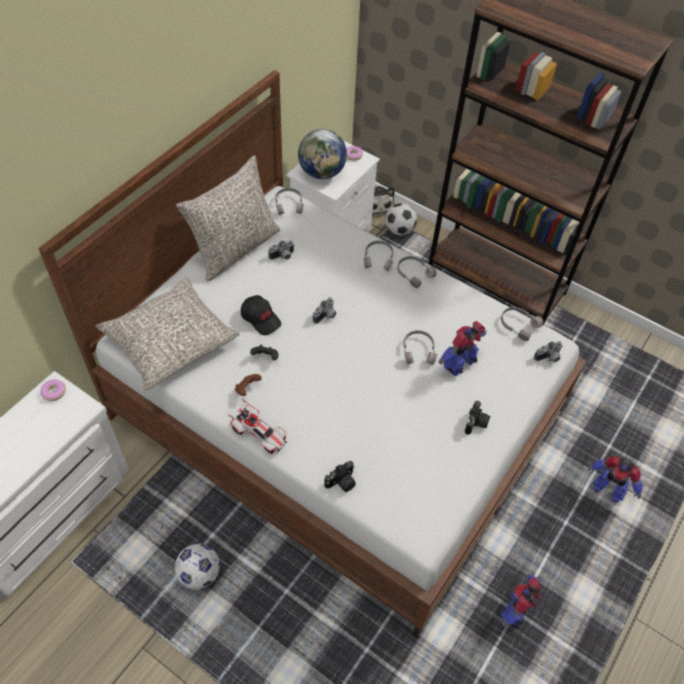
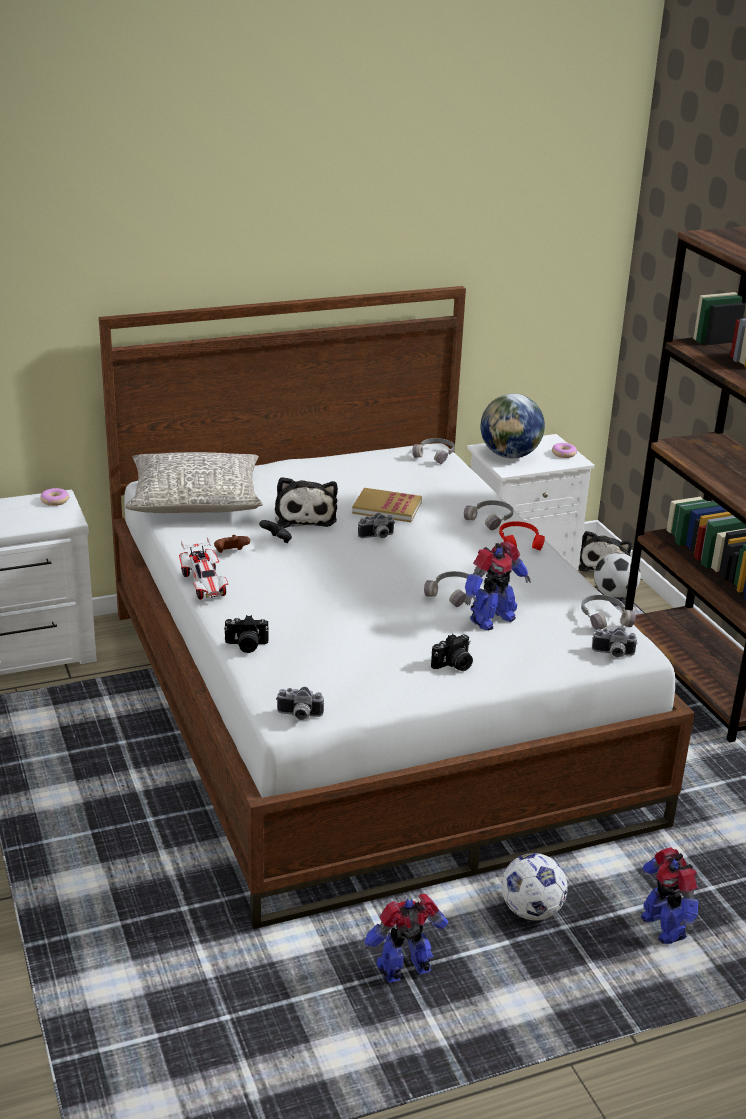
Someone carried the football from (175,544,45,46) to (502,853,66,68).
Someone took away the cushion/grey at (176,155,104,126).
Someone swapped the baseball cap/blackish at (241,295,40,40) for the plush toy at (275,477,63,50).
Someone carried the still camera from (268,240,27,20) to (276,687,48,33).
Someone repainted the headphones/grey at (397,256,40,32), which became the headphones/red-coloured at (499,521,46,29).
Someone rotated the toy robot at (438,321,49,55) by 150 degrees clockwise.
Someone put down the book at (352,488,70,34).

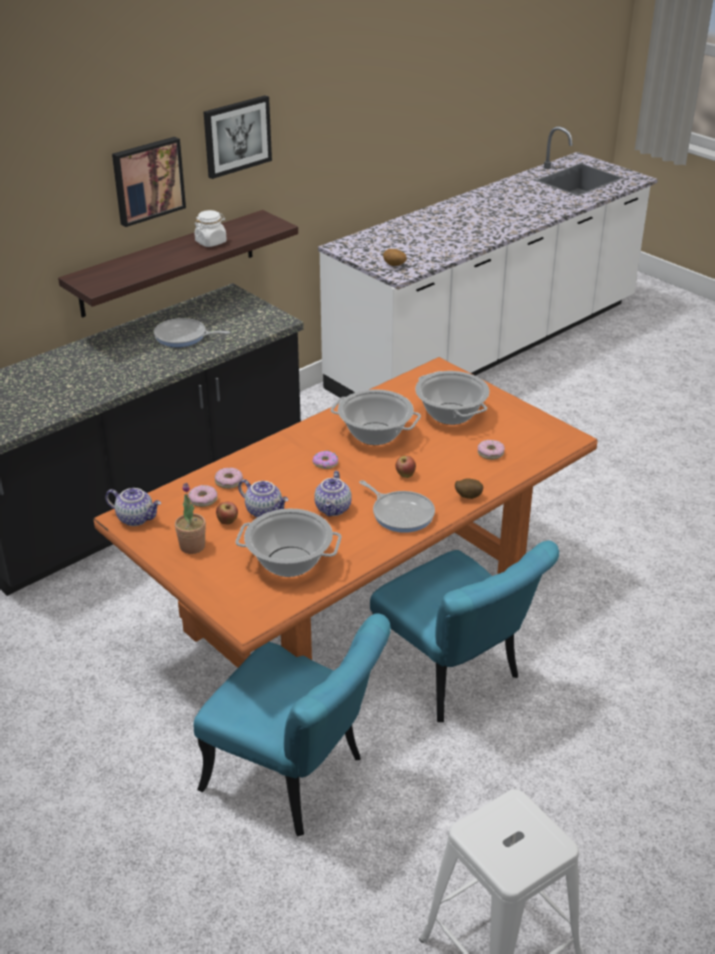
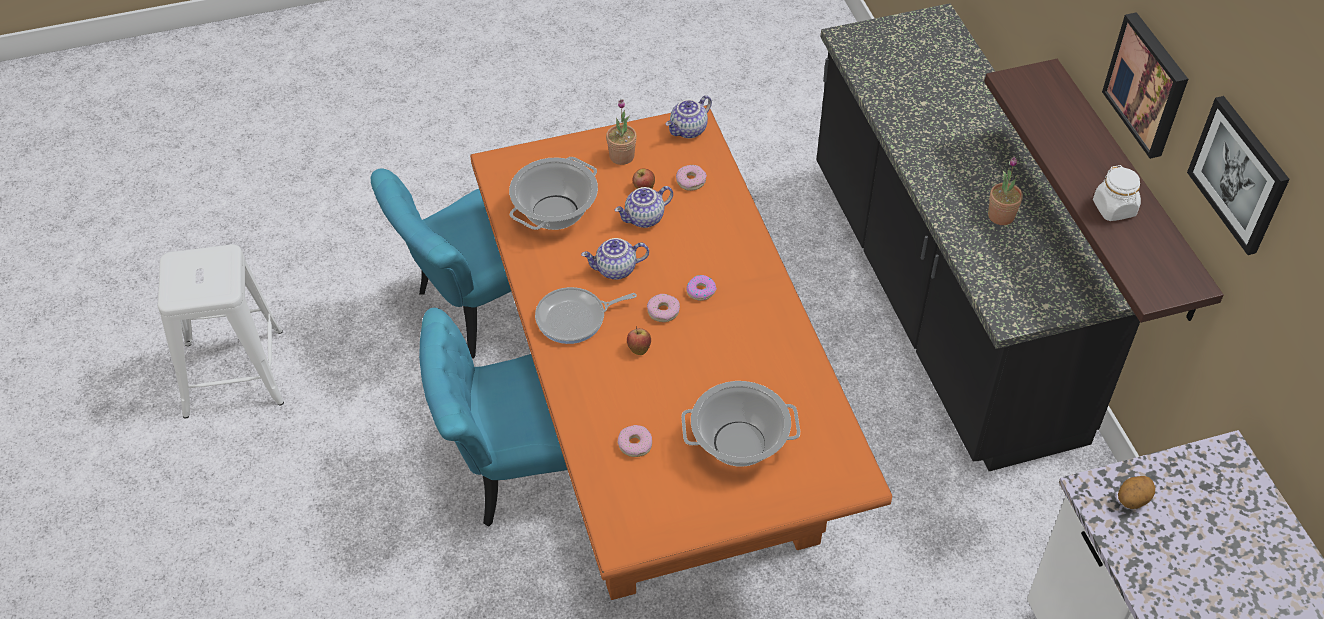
Someone swapped the frying pan at (154,318,76,29) for the plant in a pot at (988,157,35,68).
Someone carried the ring doughnut from (214,467,29,22) to (647,294,33,28).
Someone rotated the teapot at (314,471,38,46) by 45 degrees counterclockwise.
Someone took away the cooking pot at (331,389,90,56).
Someone took away the spud at (455,479,28,20).

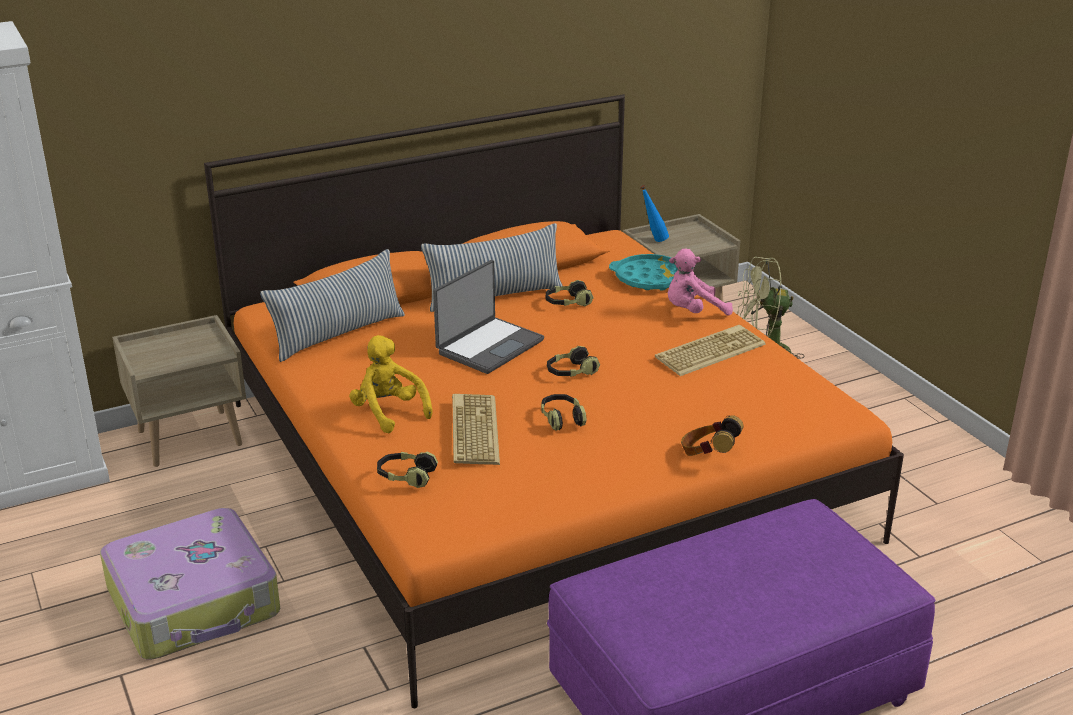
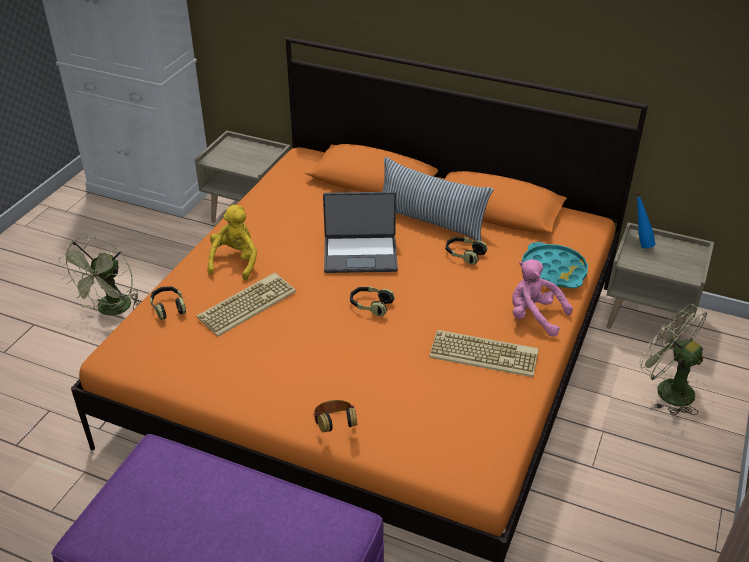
Someone swapped the travel case at (100,508,180,152) for the electric fan/greenish at (59,236,83,79).
Someone took away the cushion at (260,249,145,113).
Someone took away the headphones at (541,394,46,36).

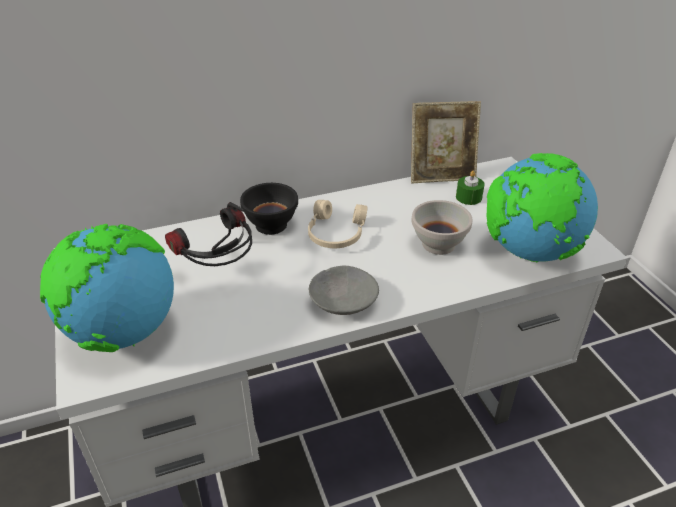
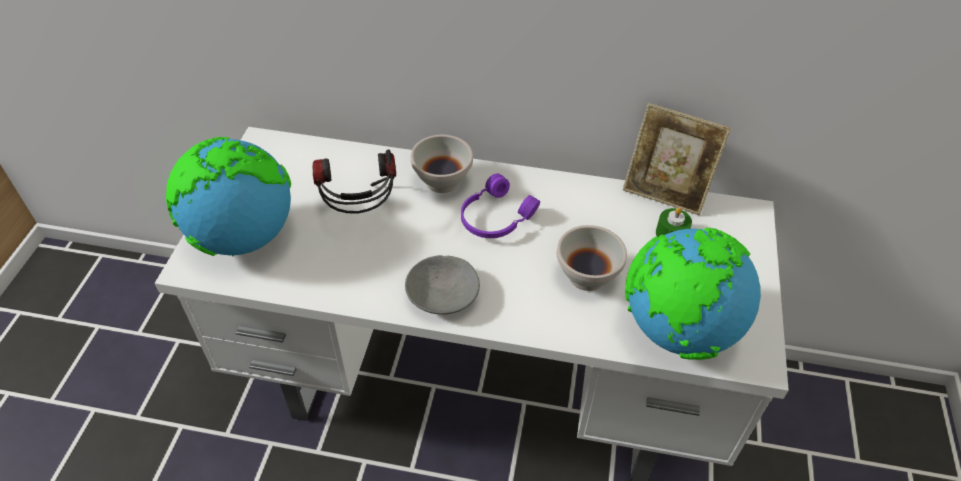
Someone repainted the deep dish/blackish at (240,183,58,52), which became the deep dish/whitish at (411,135,62,58).
Someone repainted the headphones/beige at (308,200,59,48), which became the headphones/purplish at (461,174,79,64).

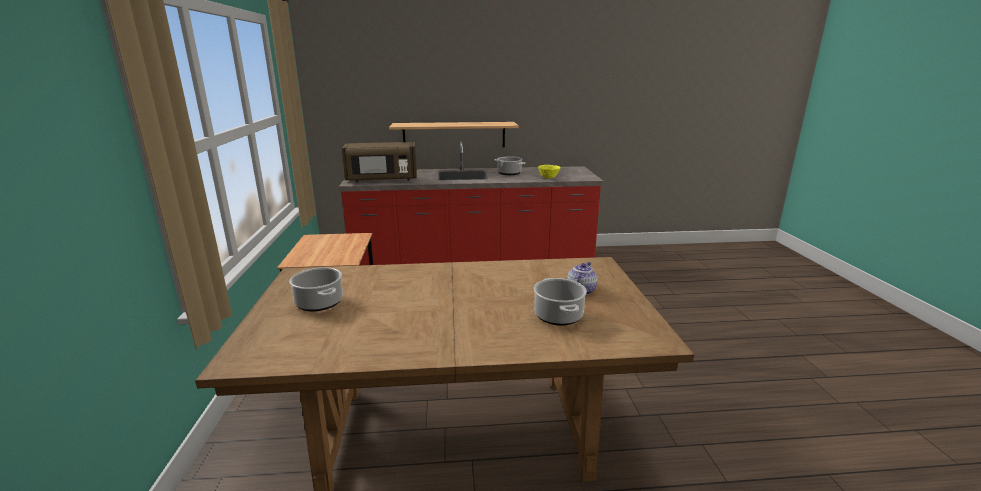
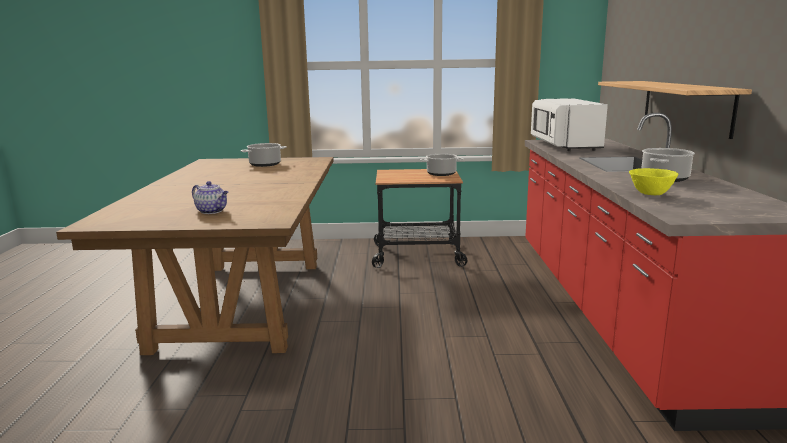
Someone repainted the kitchen microwave/brown-coloured at (342,142,75,40), which became the kitchen microwave/whitish at (531,98,77,53).
Someone carried the cooking pot from (534,278,53,48) to (420,154,44,22).

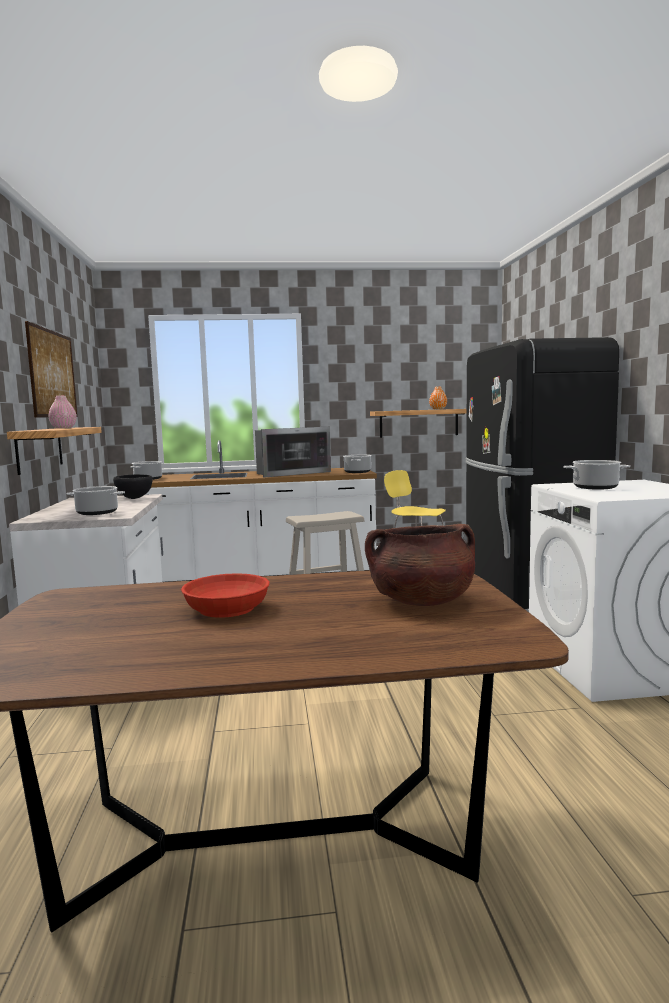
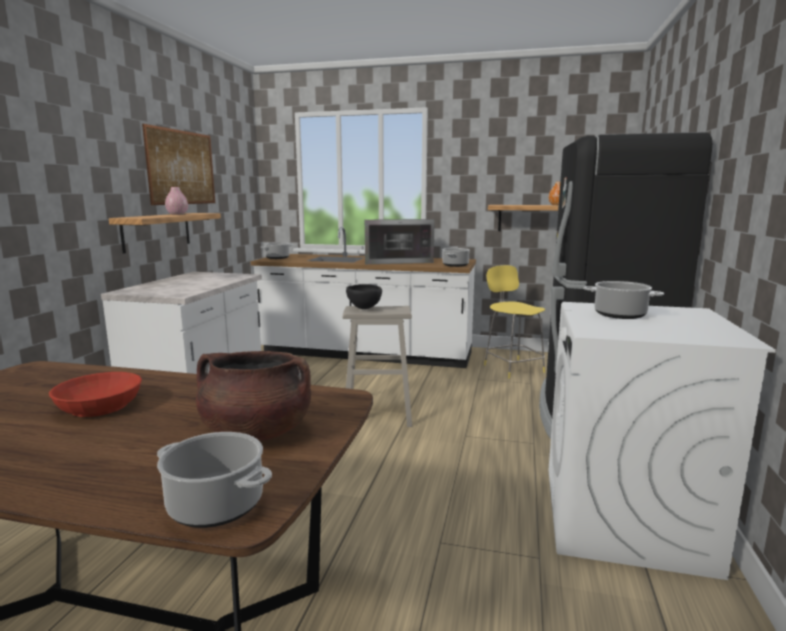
Someone carried the cooking pot from (66,486,59,29) to (157,432,115,96).
Someone carried the deep dish/blackish from (113,474,40,25) to (346,284,36,25).

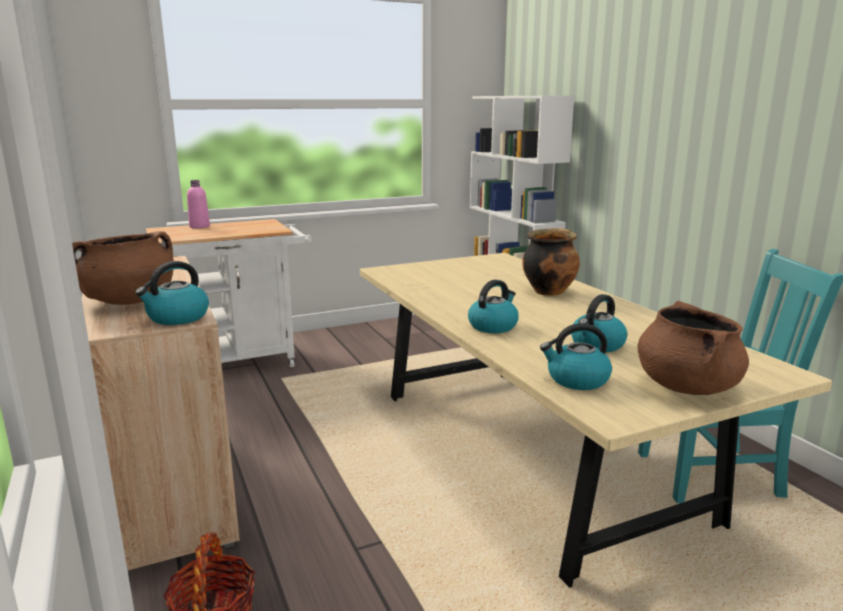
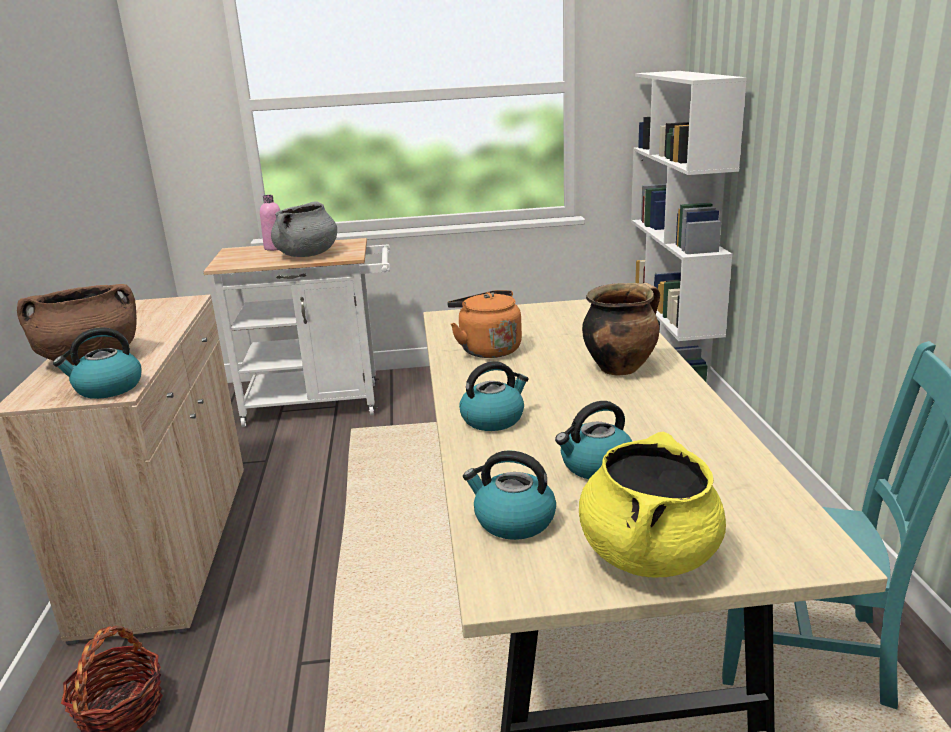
Someone repainted the cooking pot/brown-coloured at (638,301,111,94), which became the cooking pot/yellow-coloured at (579,432,147,145).
Someone put down the cooking pot/grey at (271,201,66,56).
Someone put down the tea kettle/orangey at (447,290,75,68).

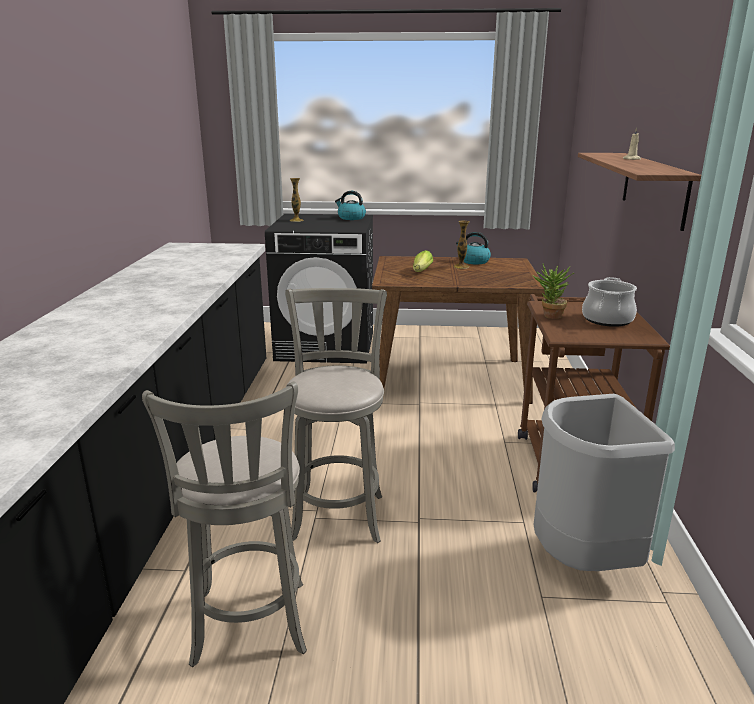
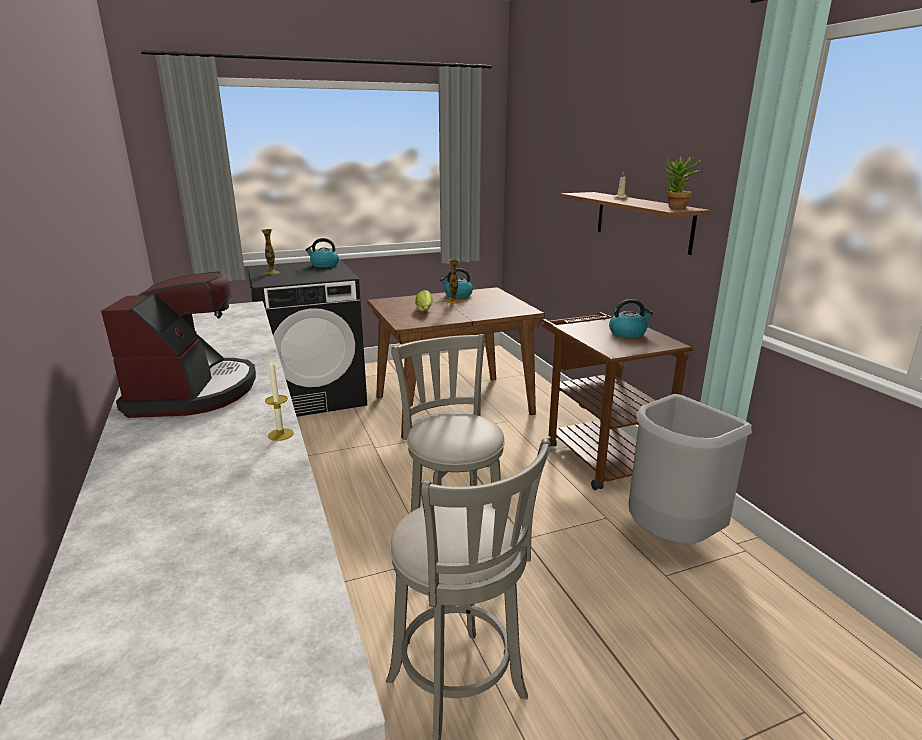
Someone carried the plant in a pot from (533,264,41,55) to (663,156,40,53).
Someone swapped the cooking pot at (582,277,55,50) for the tea kettle at (609,299,44,39).
Someone put down the coffee brewer at (101,272,155,146).
Someone put down the candle at (265,359,29,82).

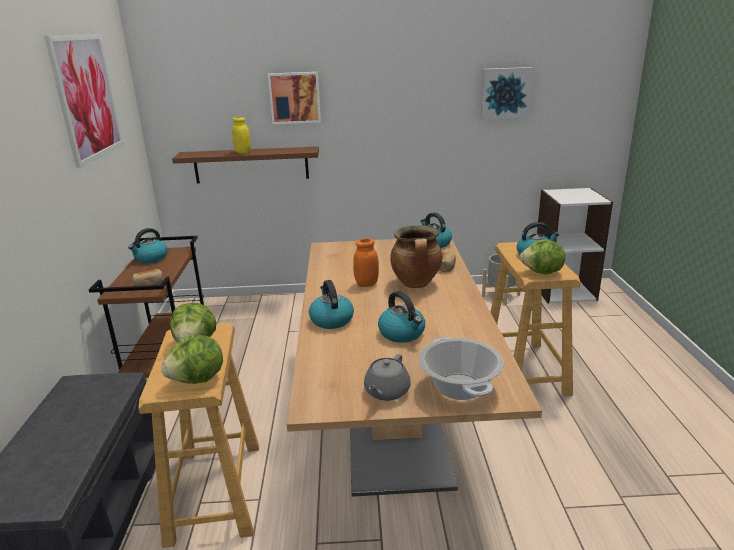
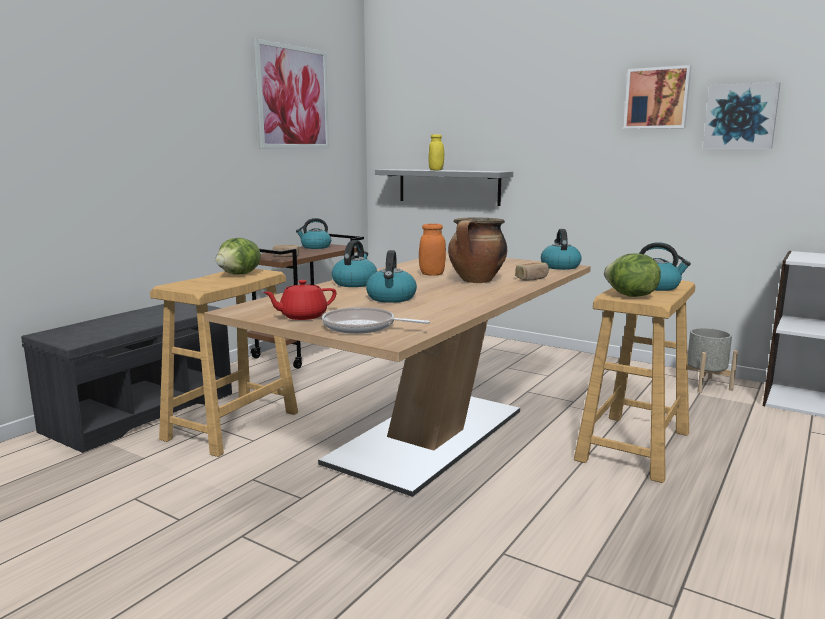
Someone took away the lettuce head at (161,335,62,49).
Someone repainted the shelf/brown-coloured at (172,146,147,37), which became the shelf/grey at (375,169,138,37).
Someone carried the picture from (268,72,53,52) to (624,65,68,64).
Someone repainted the teapot/grey at (364,354,47,47), which became the teapot/red-coloured at (263,280,74,40).
Someone swapped the cooking pot at (419,337,85,63) for the frying pan at (322,307,108,27).

